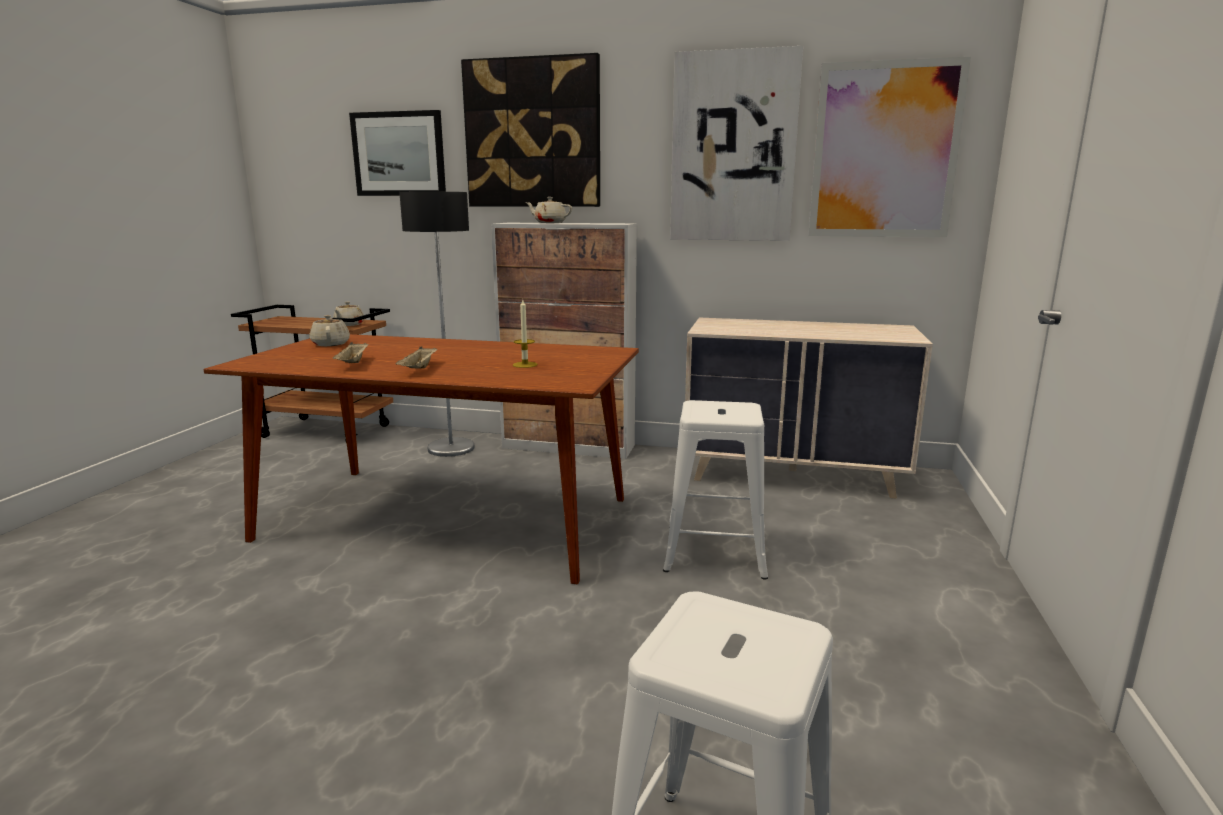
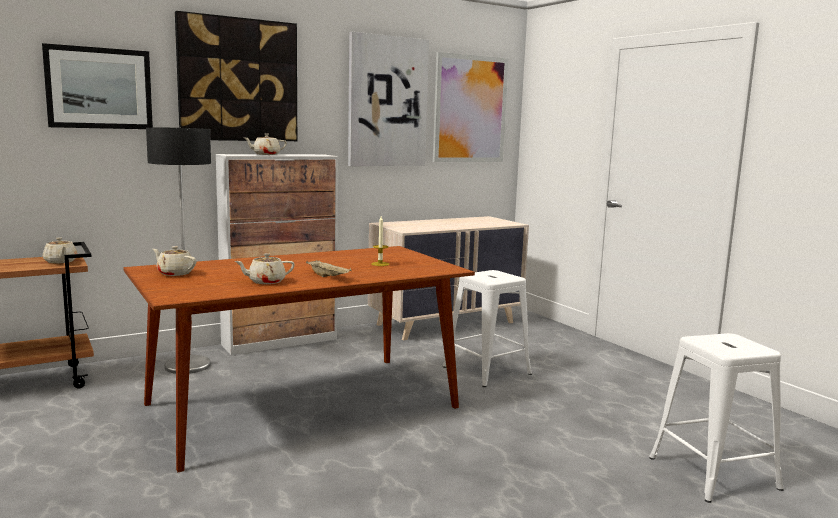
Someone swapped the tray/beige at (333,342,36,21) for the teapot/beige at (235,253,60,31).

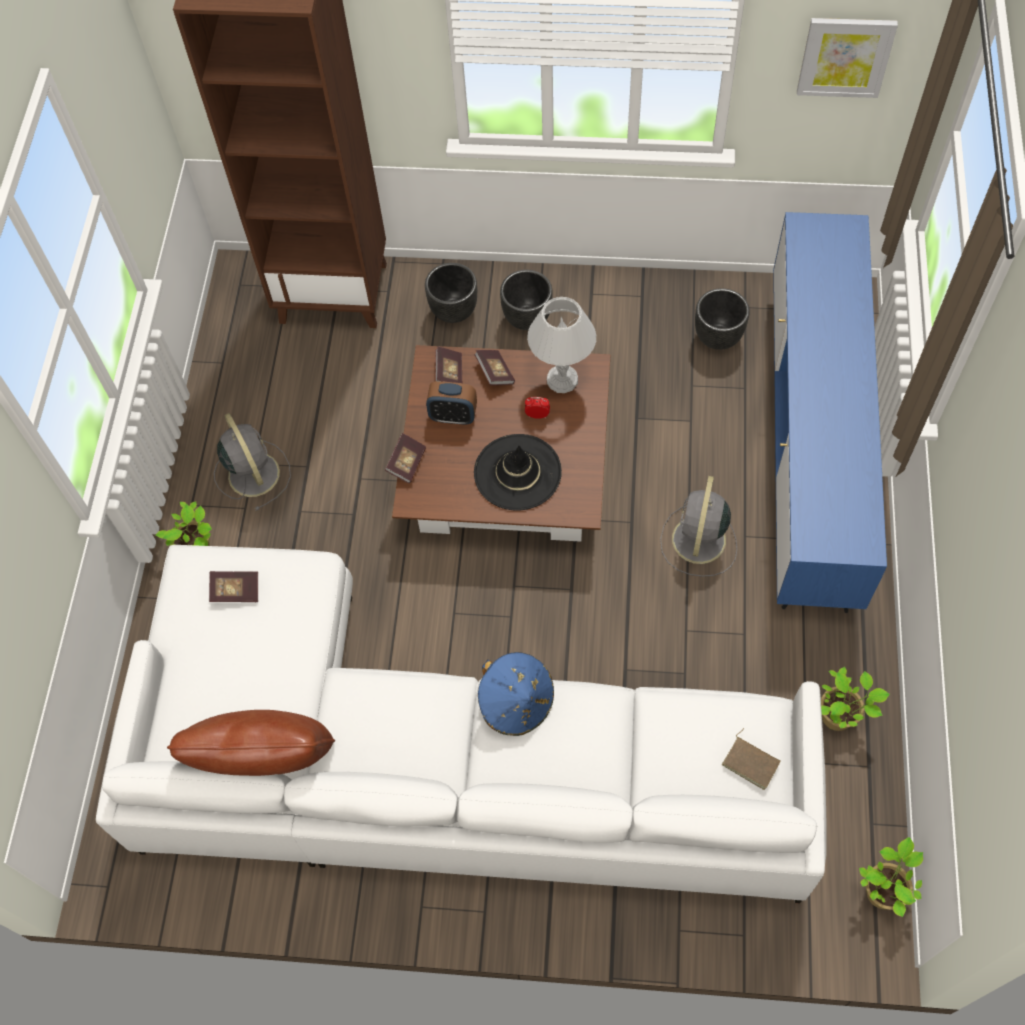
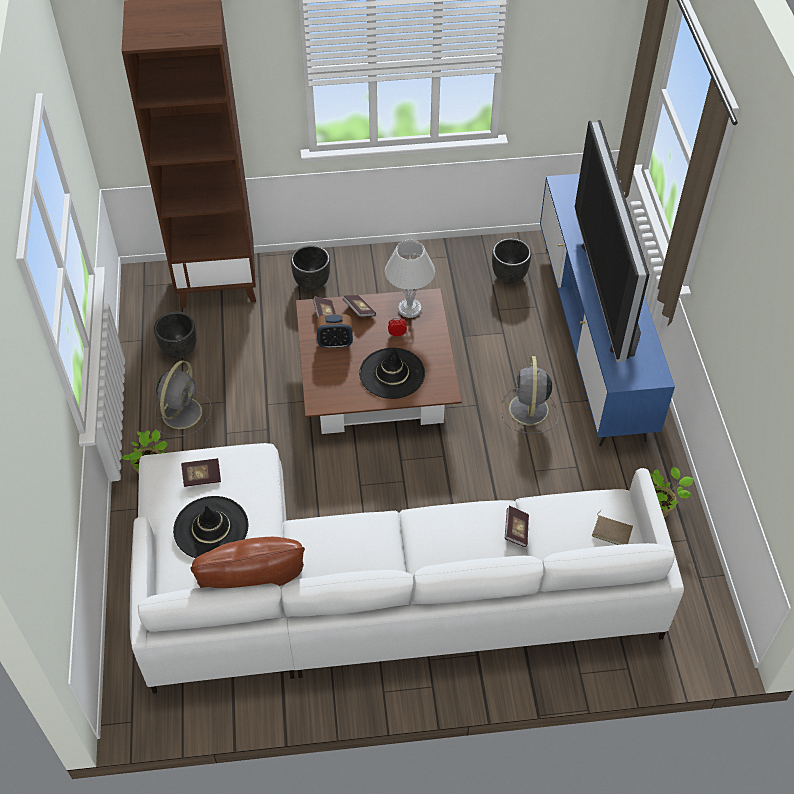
Someone rotated the electric fan/grey at (214,413,77,98) by 60 degrees clockwise.
Someone carried the book from (385,433,41,50) to (505,506,24,41).
Someone took away the wearable hat/bluish at (478,652,76,84).
Someone carried the plant pot/blackish from (500,270,53,60) to (154,312,43,47).
Someone took away the picture at (797,18,101,80).
Someone took away the plant in a pot at (859,837,64,80).
Someone put down the wearable hat/blackish at (173,496,75,62).
Someone put down the TV set at (575,120,75,242).

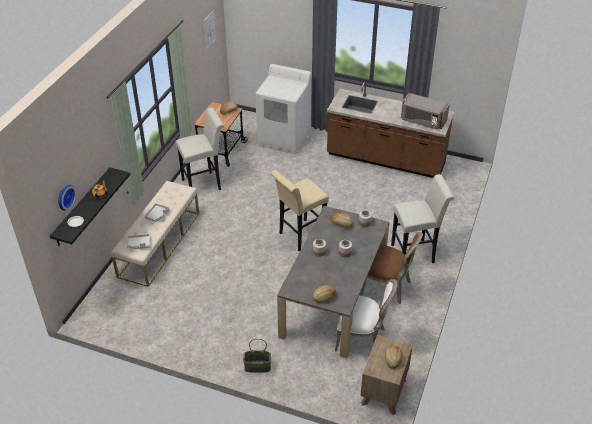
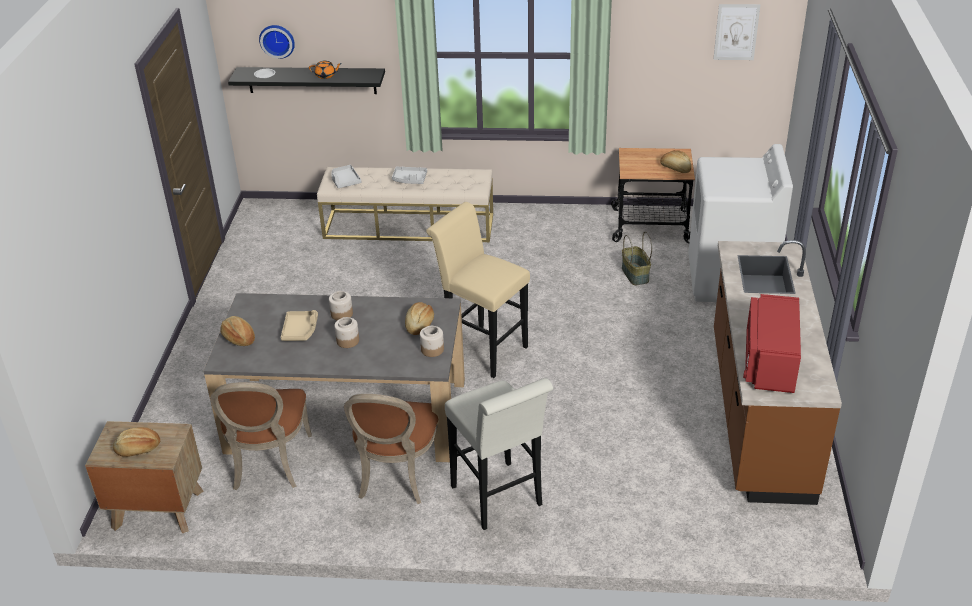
Someone took away the stool seat/whitish at (175,108,49,82).
Someone carried the household basket from (243,339,28,34) to (622,231,30,54).
Someone repainted the chair/whitish at (335,279,62,73), which became the chair/brown-coloured at (210,382,102,108).
Someone repainted the kitchen microwave/grey at (401,93,49,36), which became the kitchen microwave/red-coloured at (743,294,58,99).
Someone put down the tray/beige at (281,310,37,31).

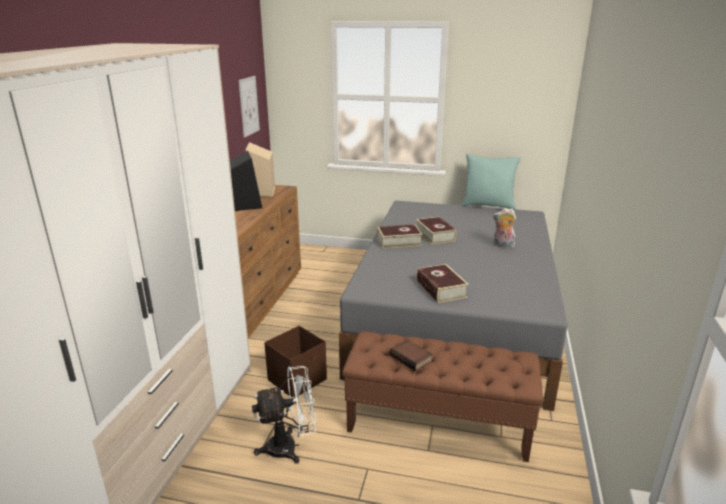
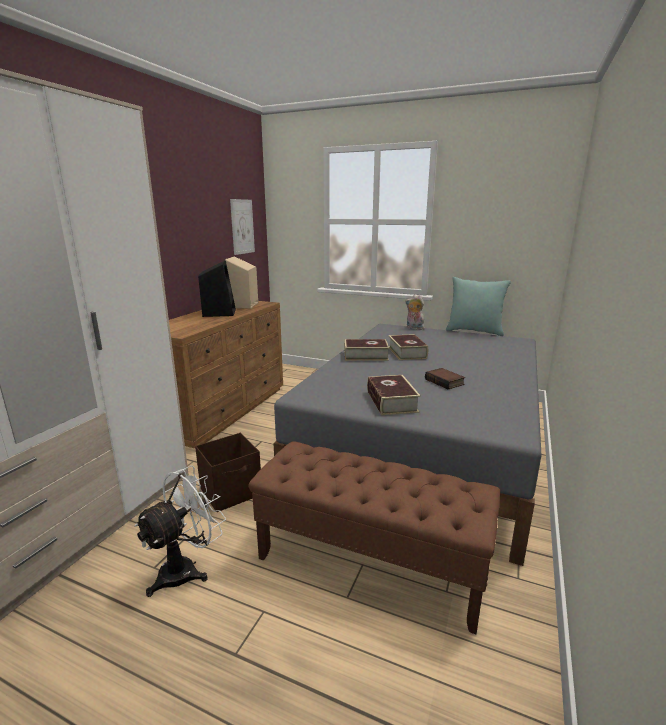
Someone rotated the electric fan/whitish at (252,366,65,98) by 45 degrees counterclockwise.
Someone carried the book from (390,339,43,32) to (425,368,40,21).
Someone carried the plush toy from (493,208,23,40) to (405,294,19,36).

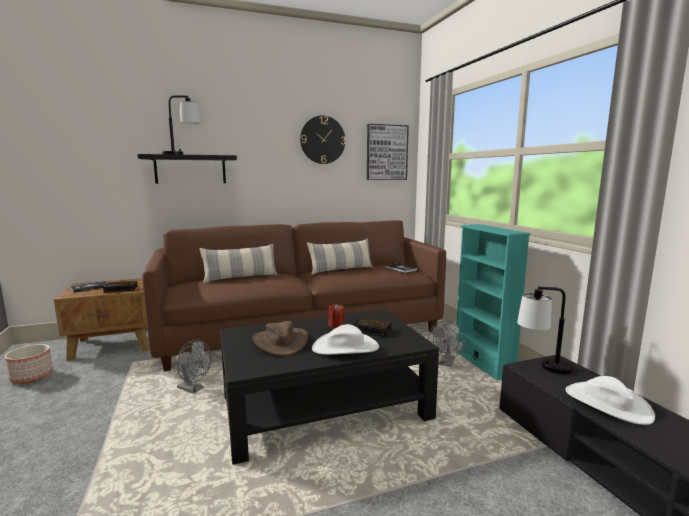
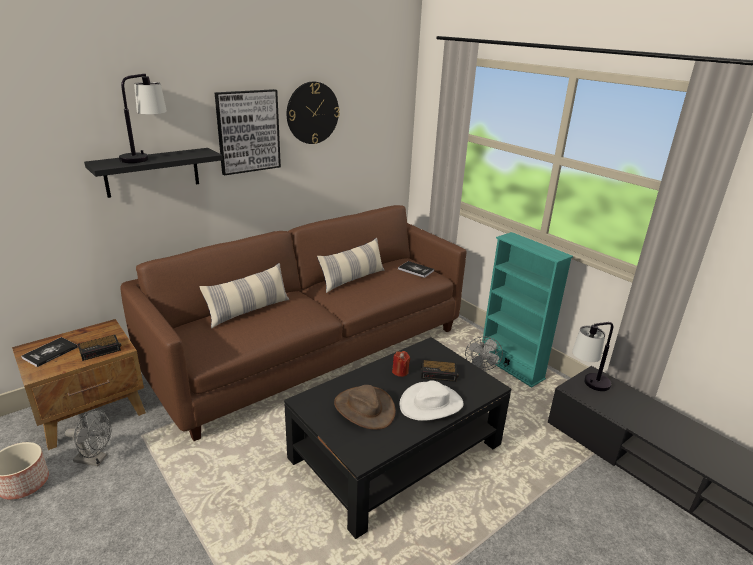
Someone carried the electric fan/grey from (175,340,36,54) to (65,409,46,57).
Someone carried the picture from (367,124,42,56) to (215,89,66,86).
Someone took away the wearable hat/whitish at (565,376,90,49).

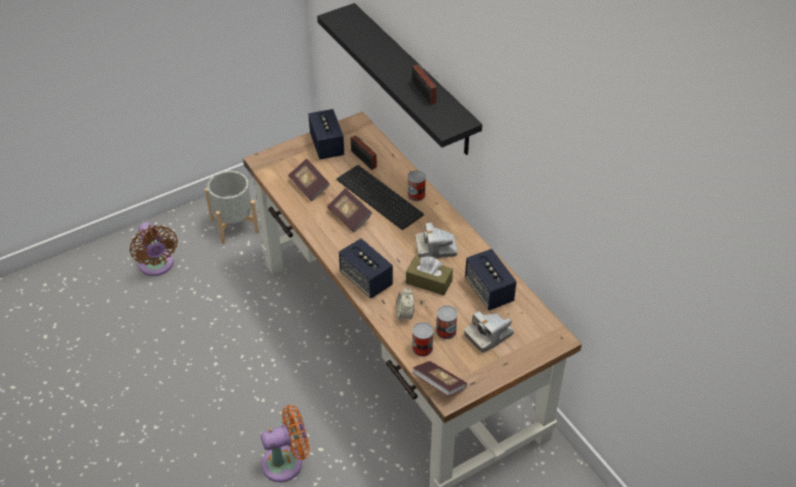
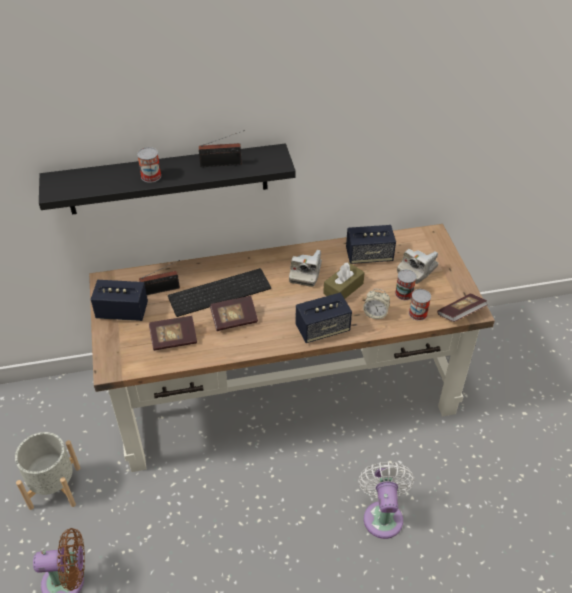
Someone repainted the electric fan/orangey at (261,405,49,77), which became the electric fan/whitish at (358,462,56,77).
Someone carried the sealed can from (407,170,19,31) to (137,147,24,36).
Someone rotated the still camera at (464,311,50,42) by 60 degrees clockwise.

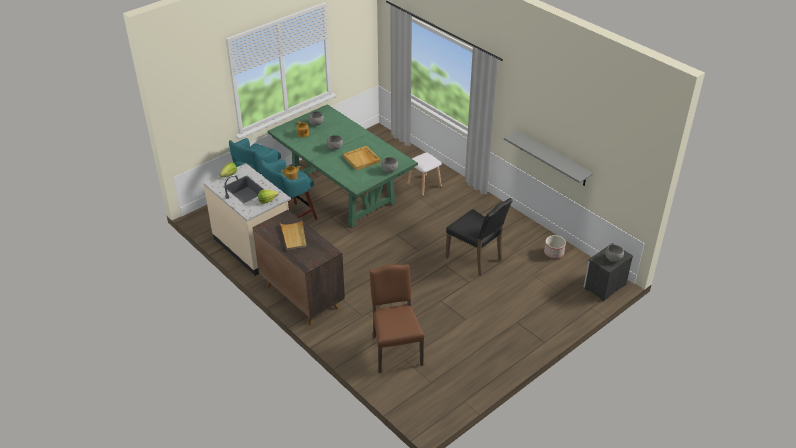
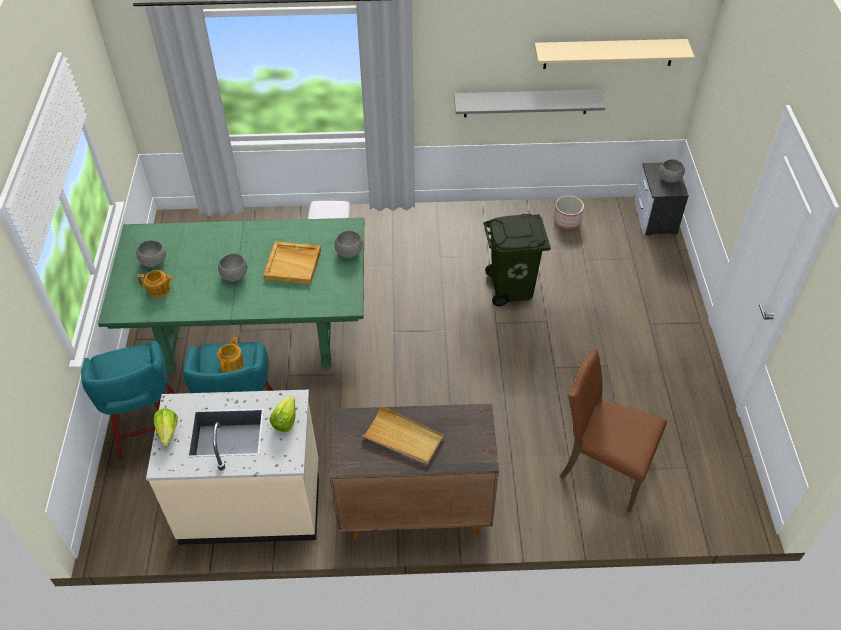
Someone swapped the chair/blackish at (445,198,68,78) for the rubbish bin/greenish at (483,214,68,92).
Someone put up the shelf/beige at (534,39,161,30).

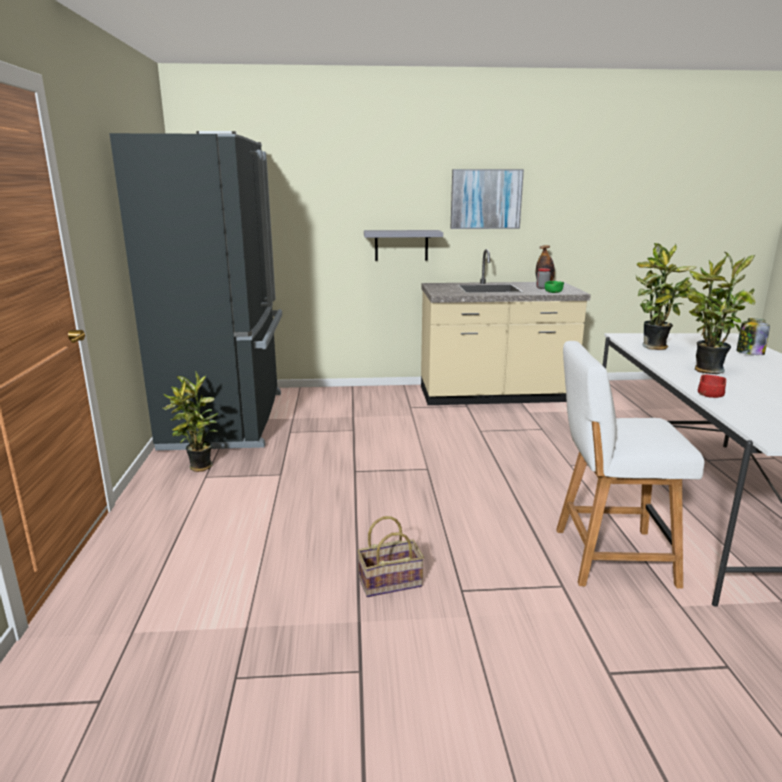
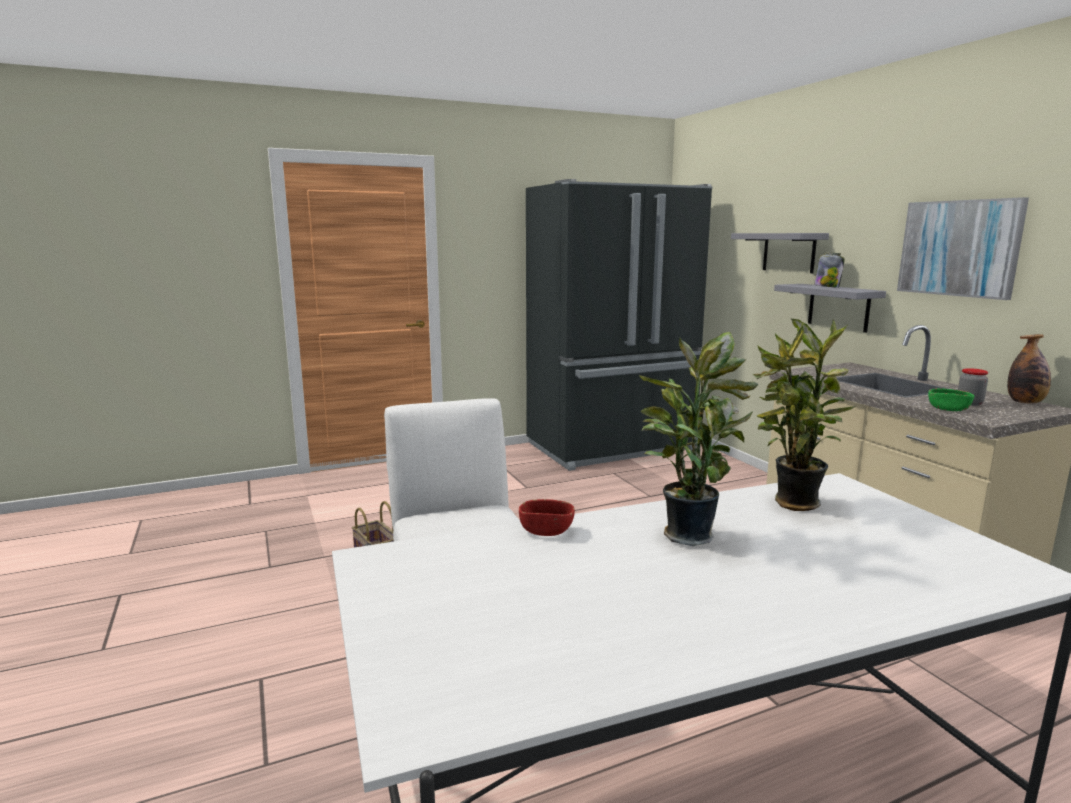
Someone took away the plant in a pot at (163,371,55,101).
Someone carried the jar from (736,318,34,37) to (814,252,31,36).
Someone put up the shelf/grey at (731,233,98,40).

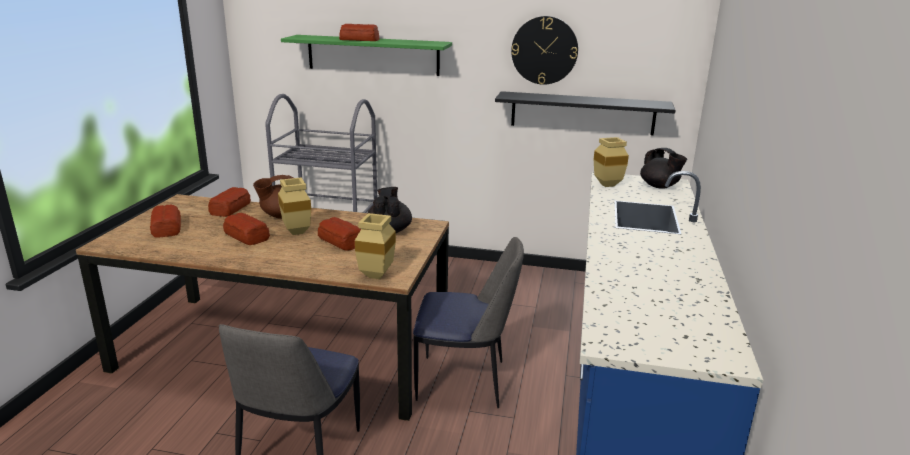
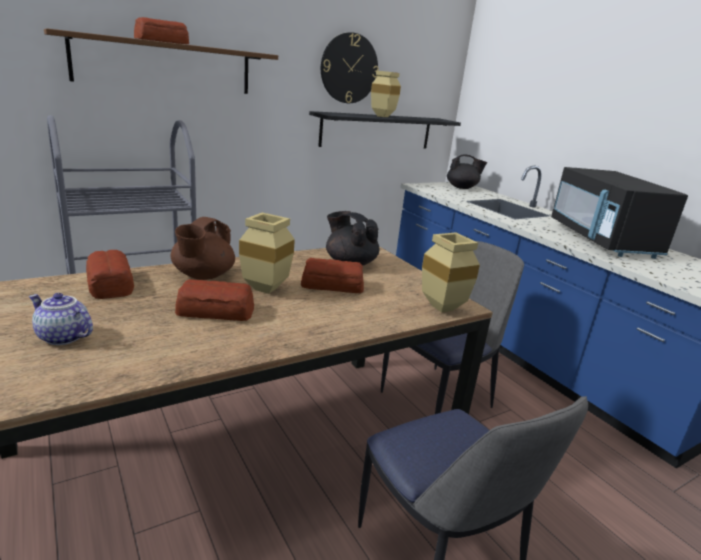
Someone swapped the bakery bread at (150,205,31,32) for the teapot at (29,293,64,52).
Someone repainted the shelf/greenish at (281,35,171,41), which became the shelf/brown-coloured at (44,28,234,66).
Someone carried the flower vase/beige from (594,137,35,50) to (371,70,30,47).
Someone put down the kitchen microwave/blackish at (551,167,137,92).

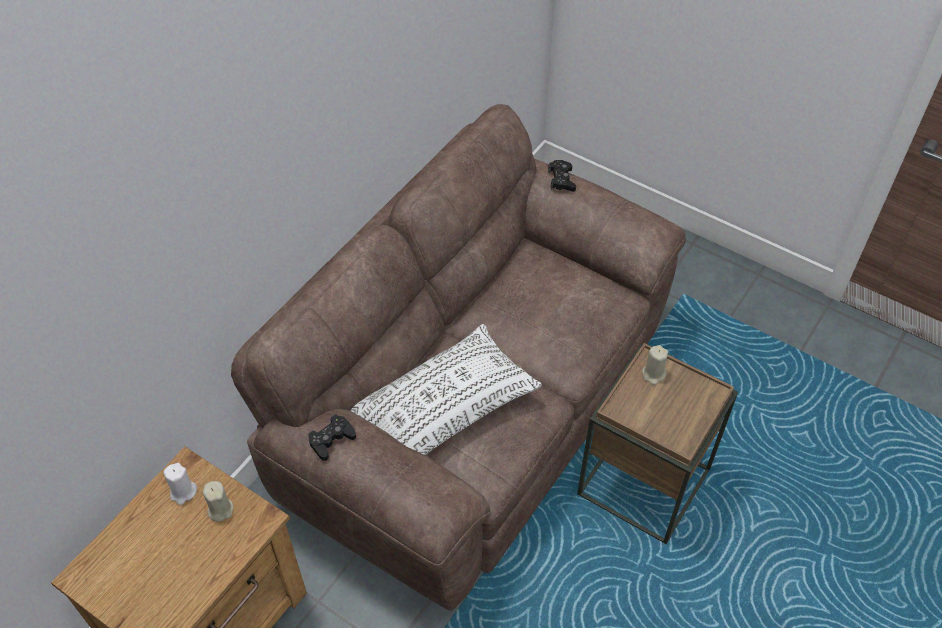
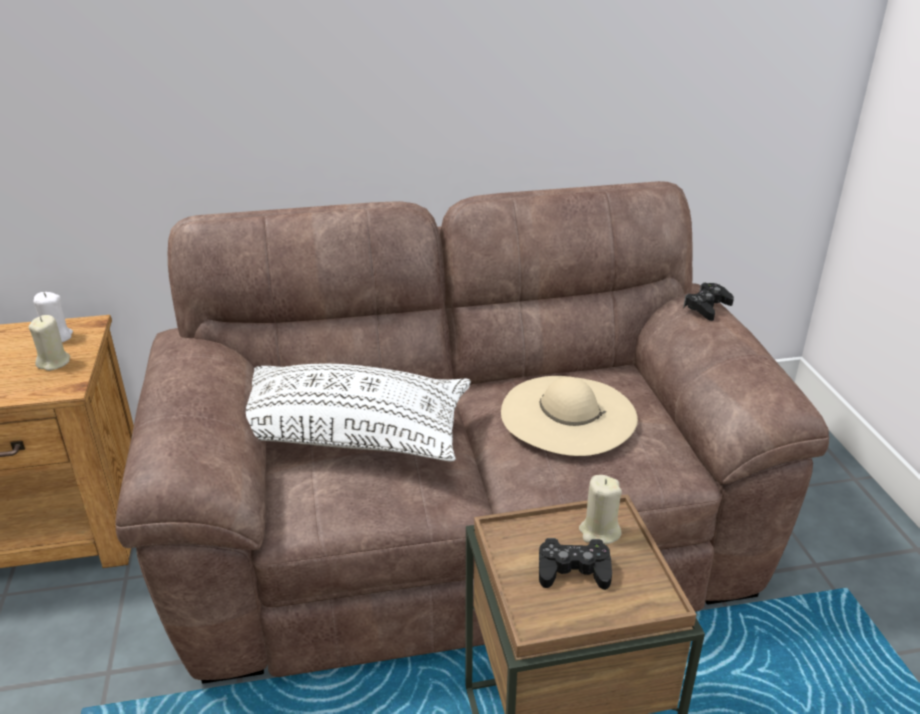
Someone carried the joypad/blackish from (308,414,48,47) to (539,538,73,52).
Someone put down the wearable hat/beige at (501,376,137,80).

